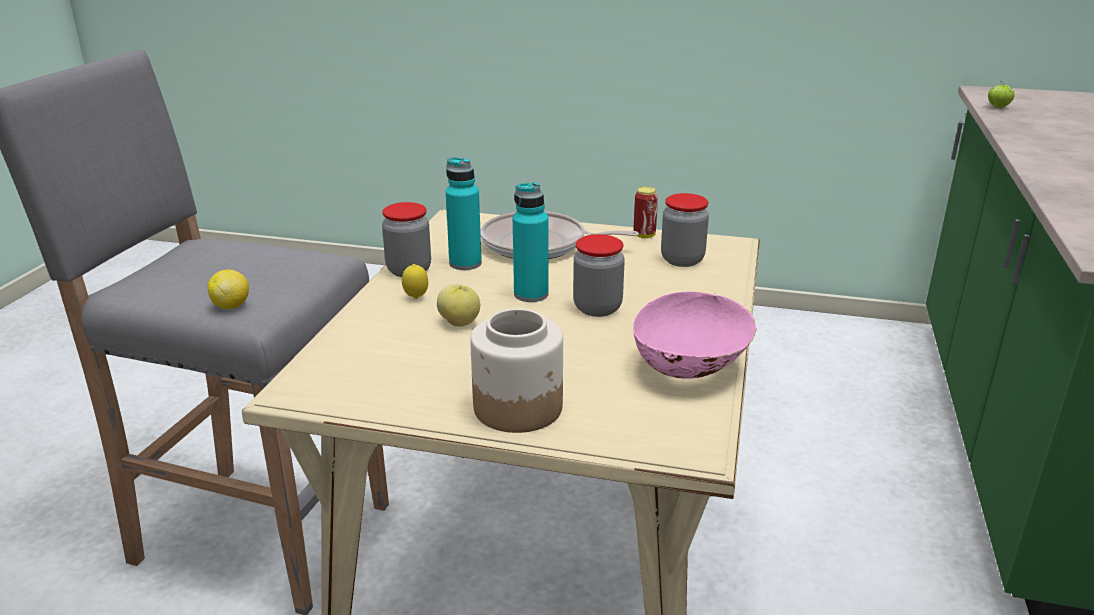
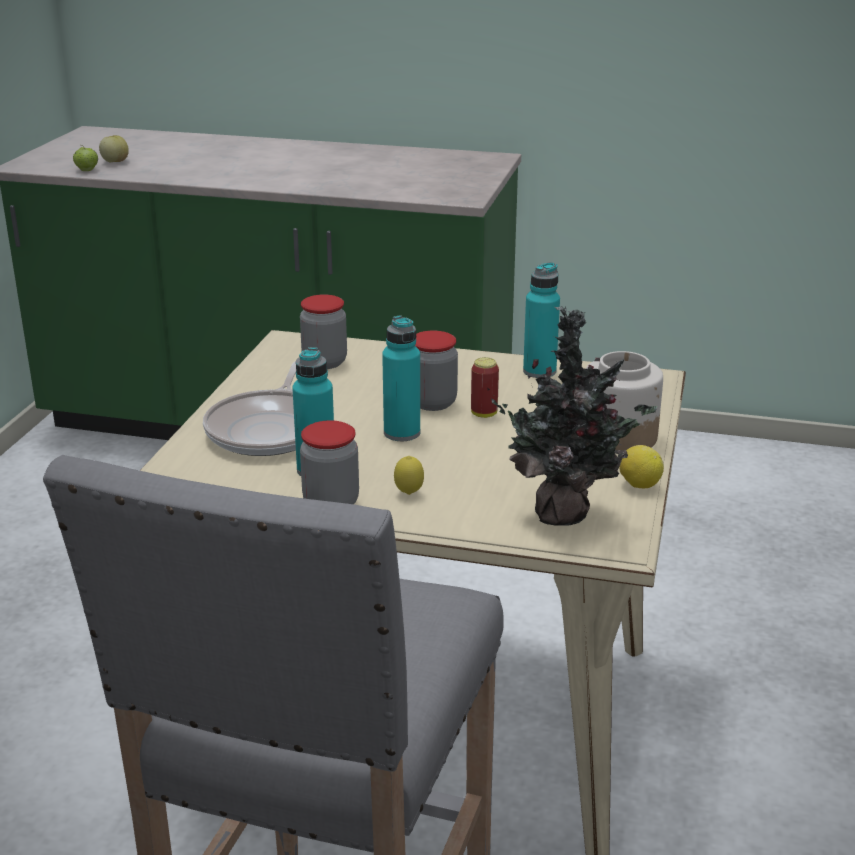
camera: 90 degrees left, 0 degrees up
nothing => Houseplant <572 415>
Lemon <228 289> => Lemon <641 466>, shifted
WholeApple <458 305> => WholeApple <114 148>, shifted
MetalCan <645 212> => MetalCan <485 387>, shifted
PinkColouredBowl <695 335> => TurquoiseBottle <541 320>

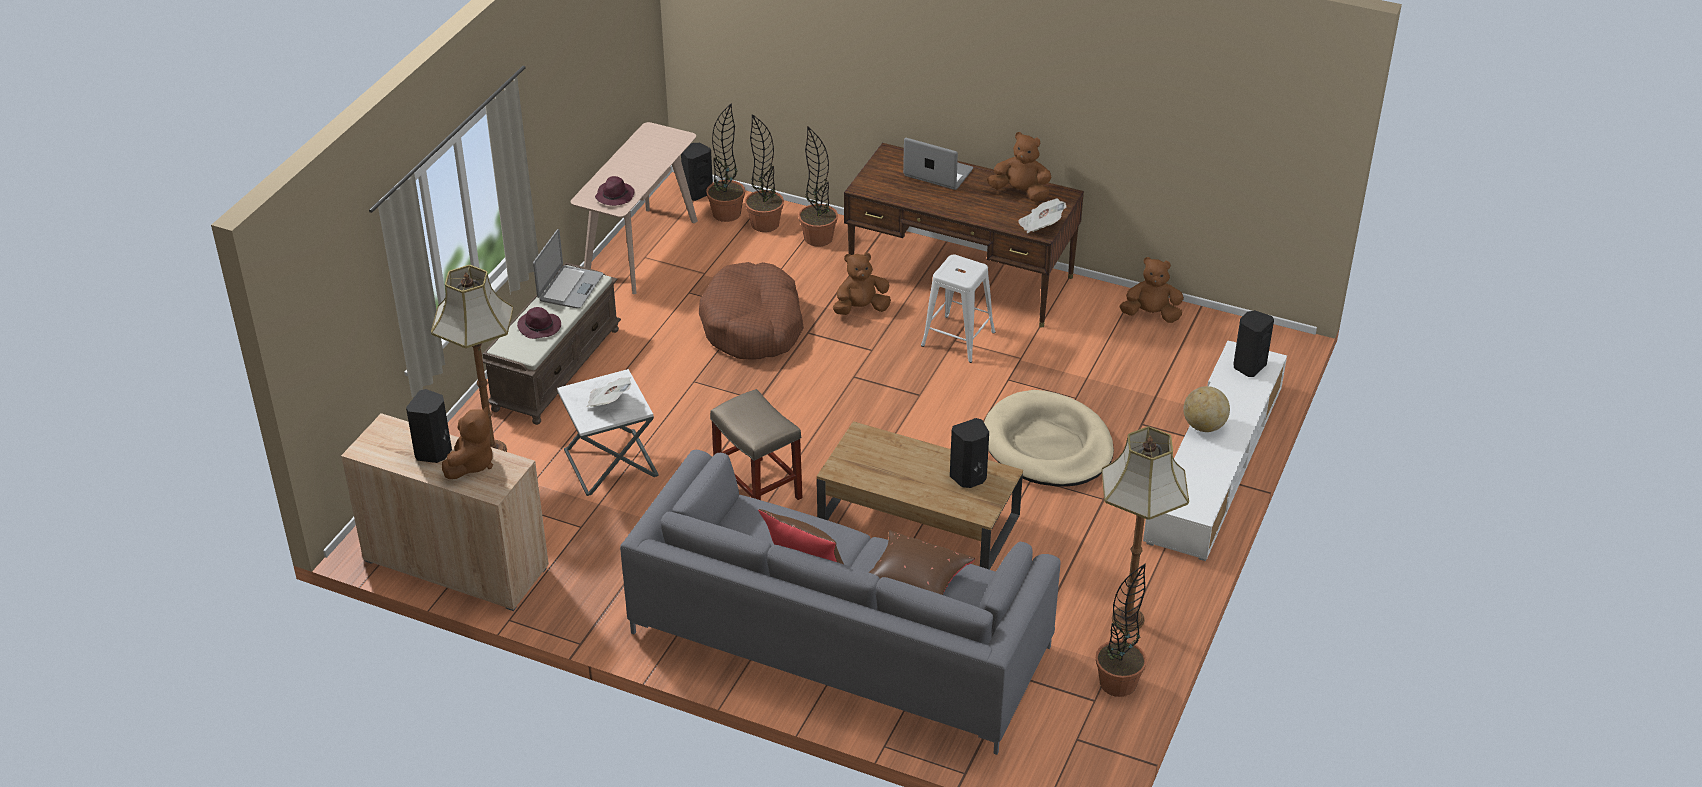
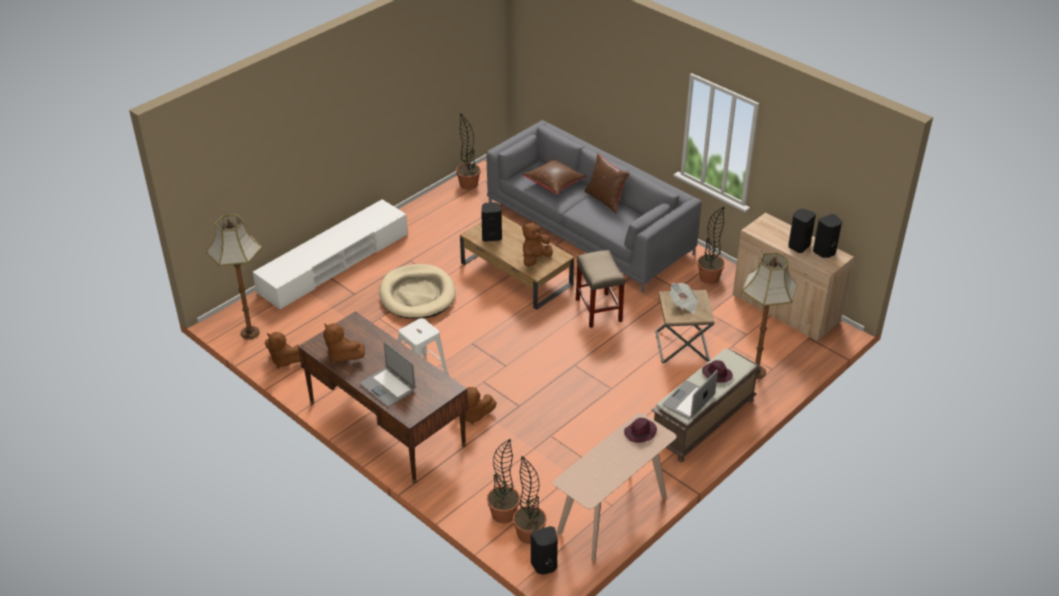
camera: 160 degrees left, 0 degrees up
BrownColouredPetBed <751 310> => nothing
PrintedPaper <1042 216> => nothing
DeskGlobe <1206 409> => nothing
BrownColouredSoftToy <467 442> => BrownColouredSoftToy <537 243>, shifted
Houseplant <818 186> => Houseplant <711 245>, shifted
StandardLamp <1145 529> => StandardLamp <234 276>, shifted
BlackLoudspeaker <1253 343> => BlackLoudspeaker <827 236>, shifted
WhiteColouredEndTable <608 432> => BrownColouredEndTable <685 326>

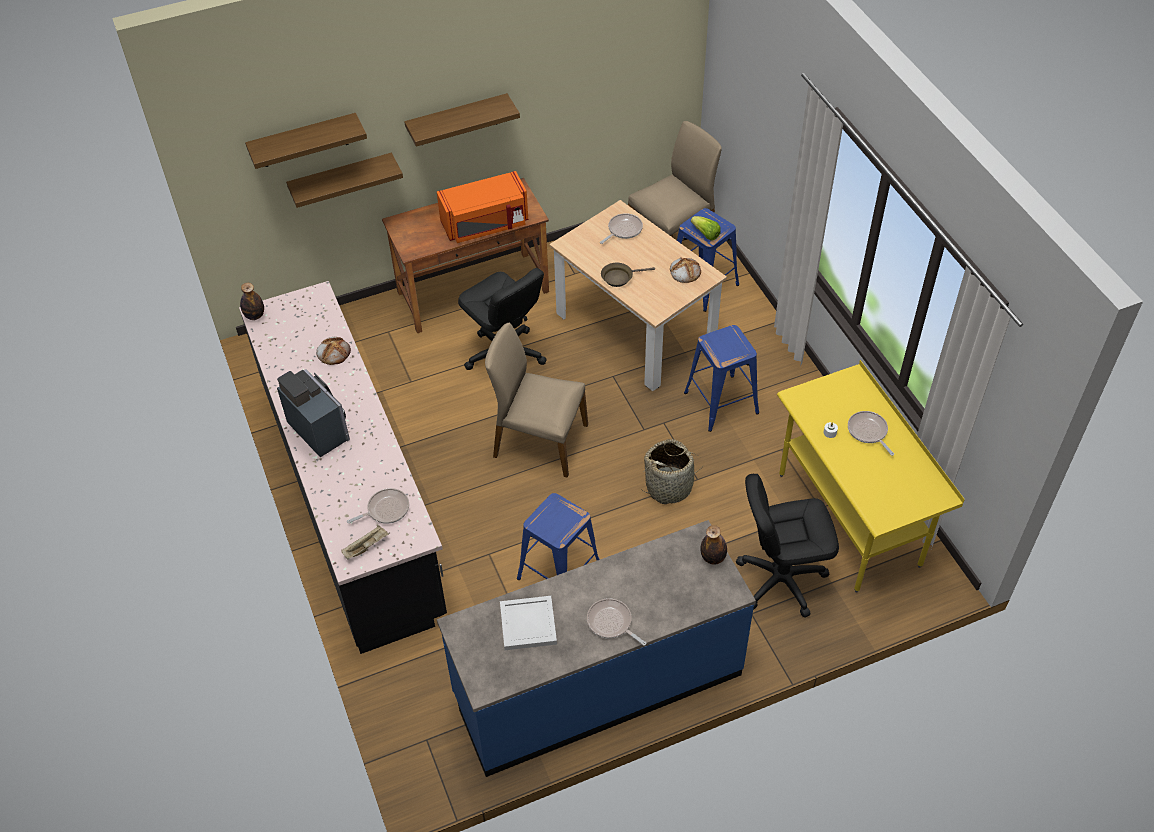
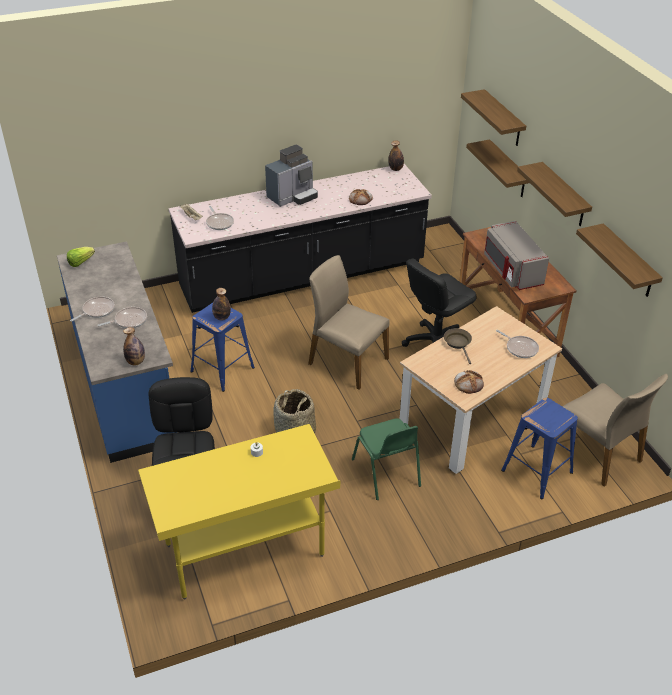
camera: 90 degrees right, 10 degrees down
WhiteColouredCarryingTray <528 623> => nothing
nothing => Bottle <221 304>
nothing => WallShelf <619 260>
HeadOfLettuce <706 228> => HeadOfLettuce <81 257>, shifted
Skillet <871 433> => Skillet <122 317>, shifted
BlueStoolSeat <721 378> => GreenColouredChair <386 459>
OrangeMicrowaveOven <482 207> => GrayMicrowaveOven <516 255>
BeigeColouredChair <536 400> => BeigeColouredChair <348 322>, 75 degrees counterclockwise

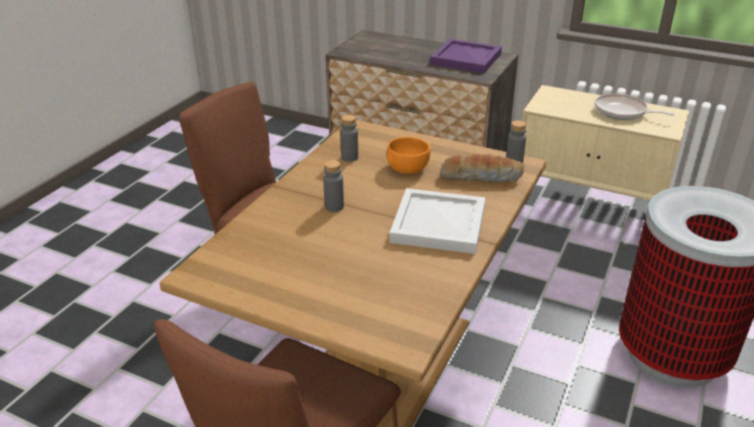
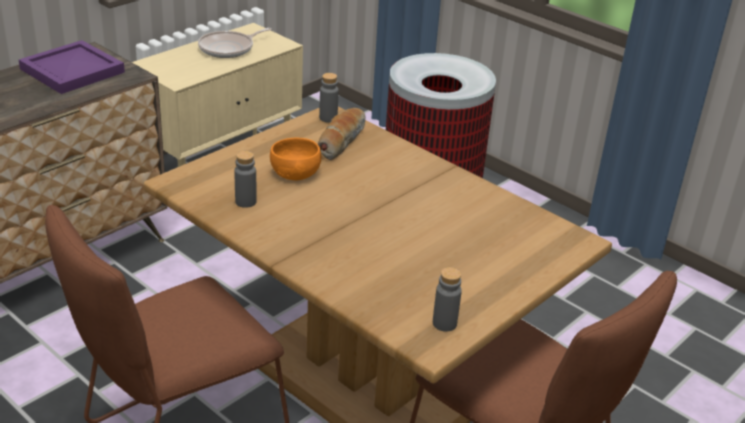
camera: 75 degrees left, 0 degrees up
WhiteColouredCarryingTray <437 221> => nothing
GrayBottle <333 186> => GrayBottle <447 299>, shifted

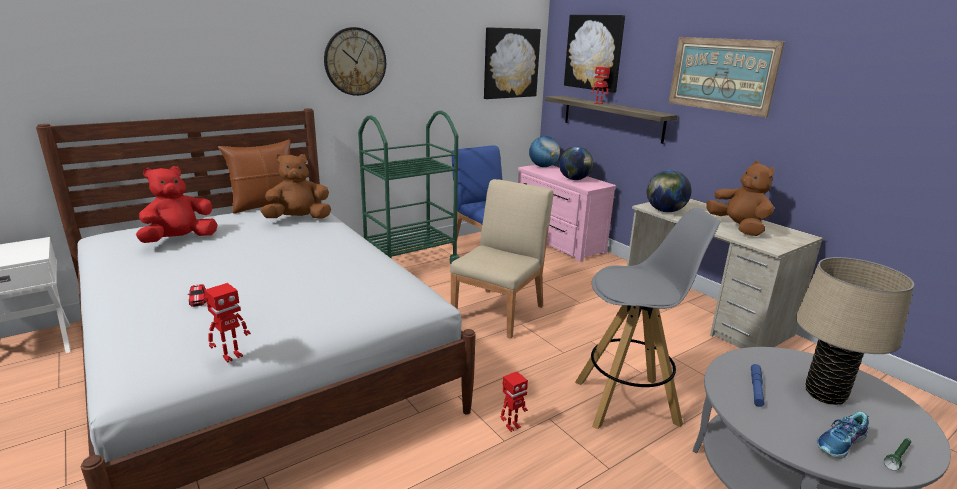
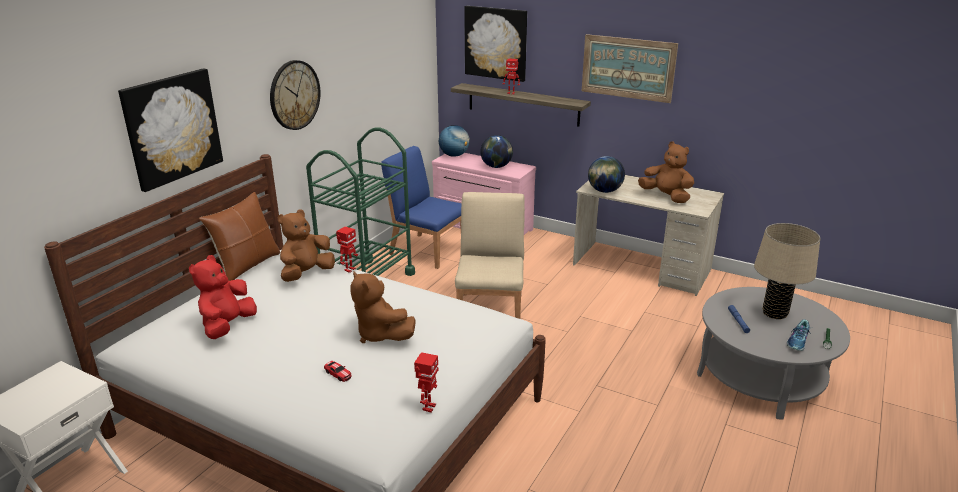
camera: 25 degrees left, 5 degrees up
GrayStoolSeat <647 318> => nothing
nothing => BrownColouredSoftToy <383 307>
Picture <512 63> => Picture <170 130>, shifted
ModelRobot <514 402> => ModelRobot <347 250>, shifted

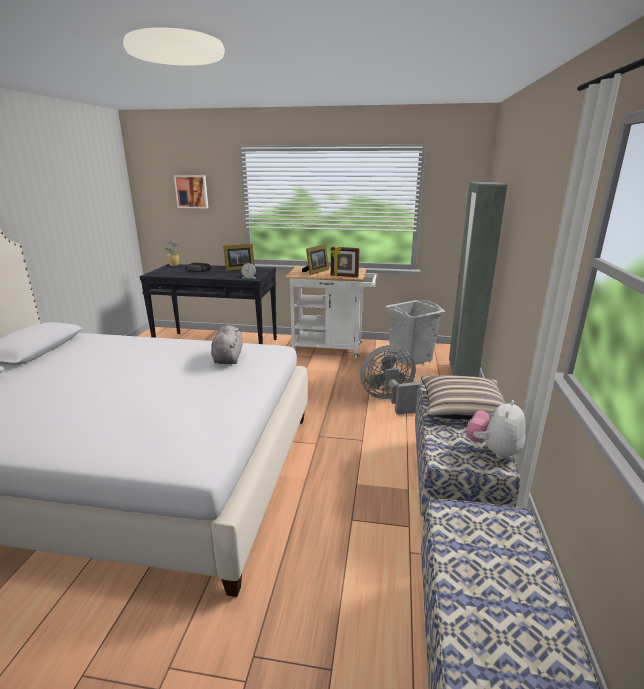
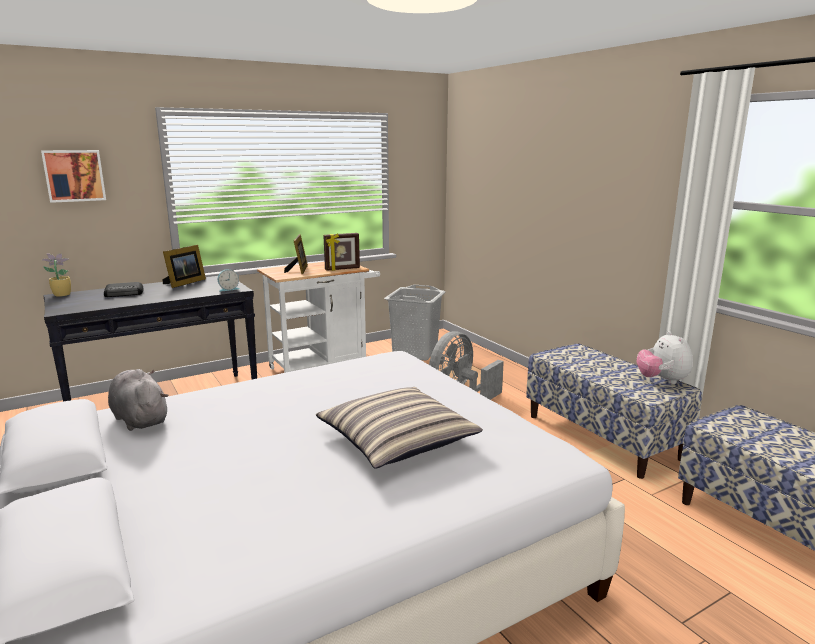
camera: 40 degrees left, 5 degrees down
GrayClothesCupboard <478 279> => nothing
GraySoftToy <226 344> => GraySoftToy <138 400>, shifted
Pillow <463 397> => Pillow <399 428>, shifted

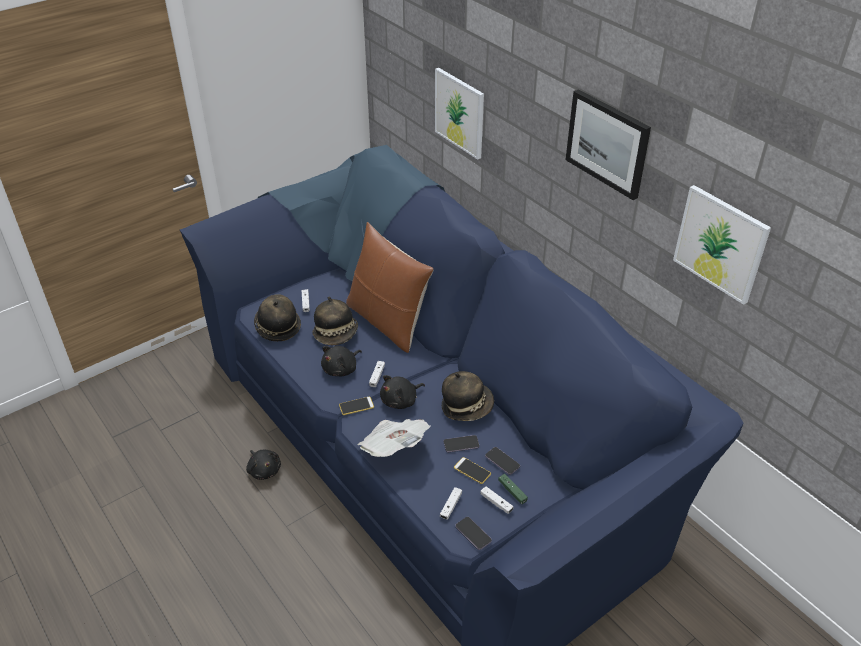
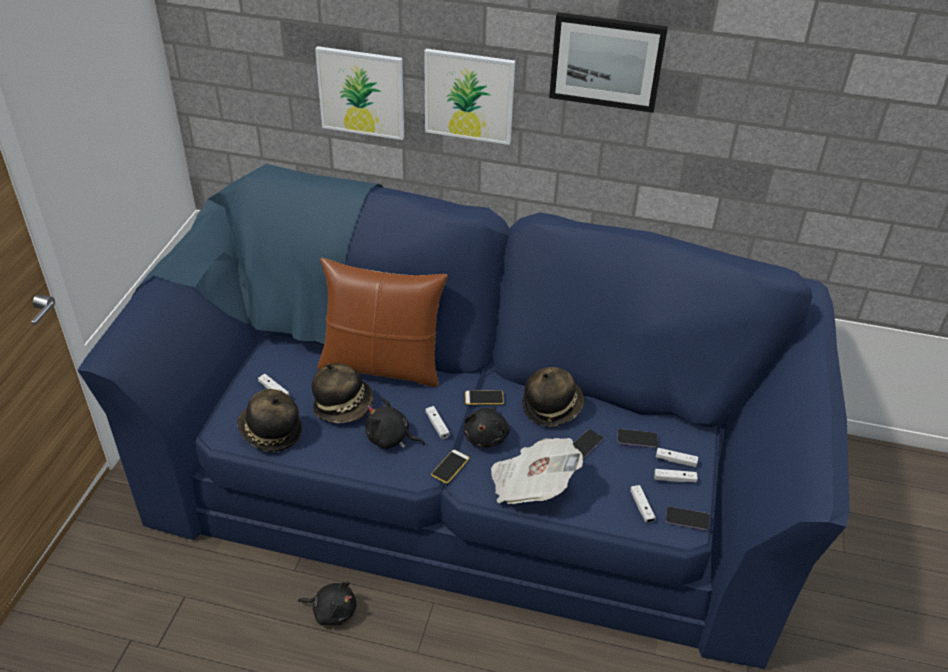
camera: 40 degrees left, 0 degrees up
Handset <472 470> => Handset <484 397>, shifted
Picture <722 245> => Picture <469 97>, shifted
GreenColouredGameController <513 489> => WhiteColouredGameController <677 457>
BlackSoftToy <341 361> => BlackSoftToy <395 423>, 105 degrees clockwise

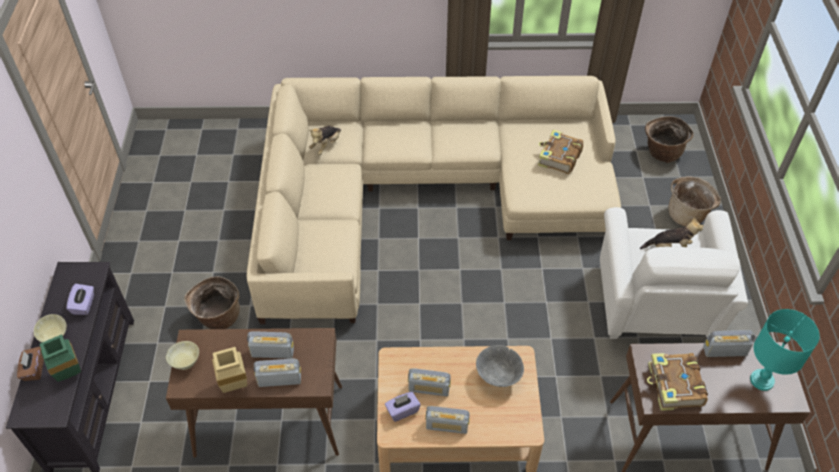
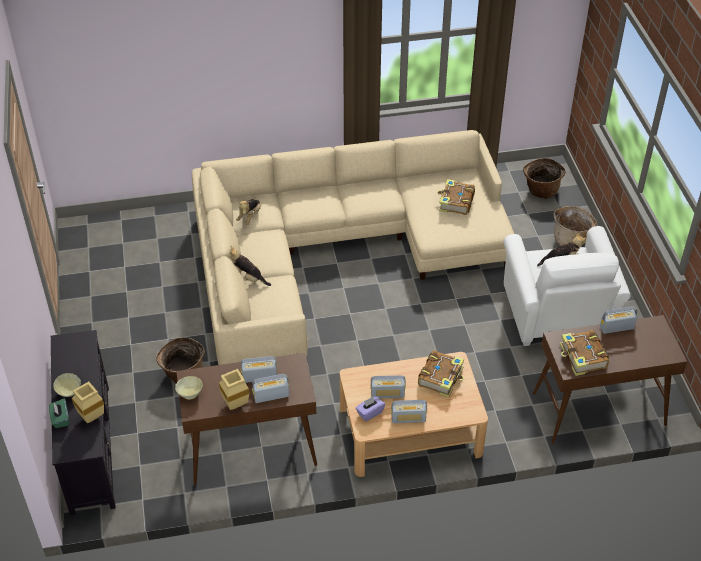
camera: 10 degrees left, 5 degrees down
PurpleColouredBoxOfTissues <80 299> => nothing
TurquoiseLampForATable <785 350> => nothing
nothing => SoftToy <250 266>
GrayBowl <500 366> => BoundBook <441 373>
BrownColouredBoxOfTissues <30 363> => GreenColouredBoxOfTissues <59 413>
GreenColouredDecorativeVase <60 358> => BeigeColouredDecorativeVase <88 402>

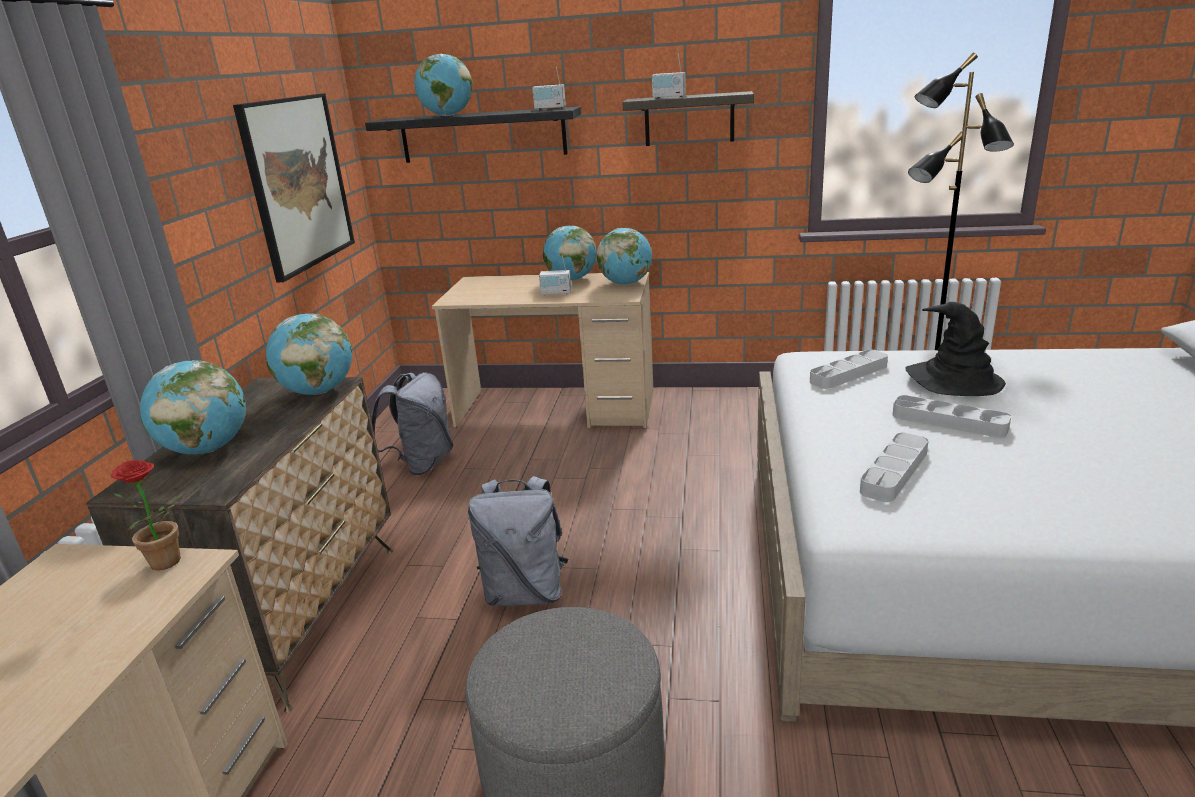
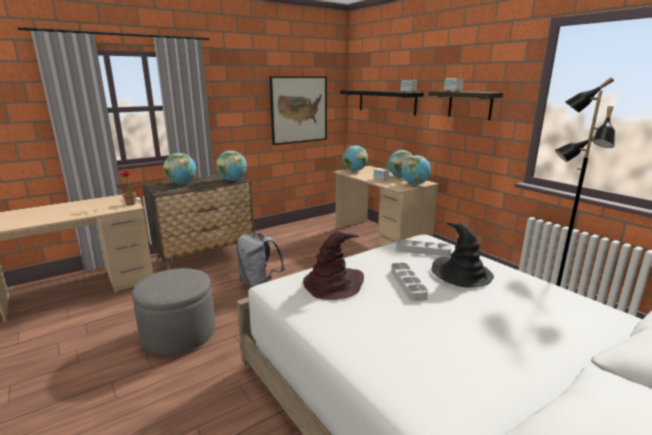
camera: 45 degrees right, 5 degrees down
GrayRucksack <412 424> => nothing
DeskGlobe <443 85> => DeskGlobe <355 158>, shifted
GrayCarryingTray <894 467> => BrownColouredWearableHat <333 265>

